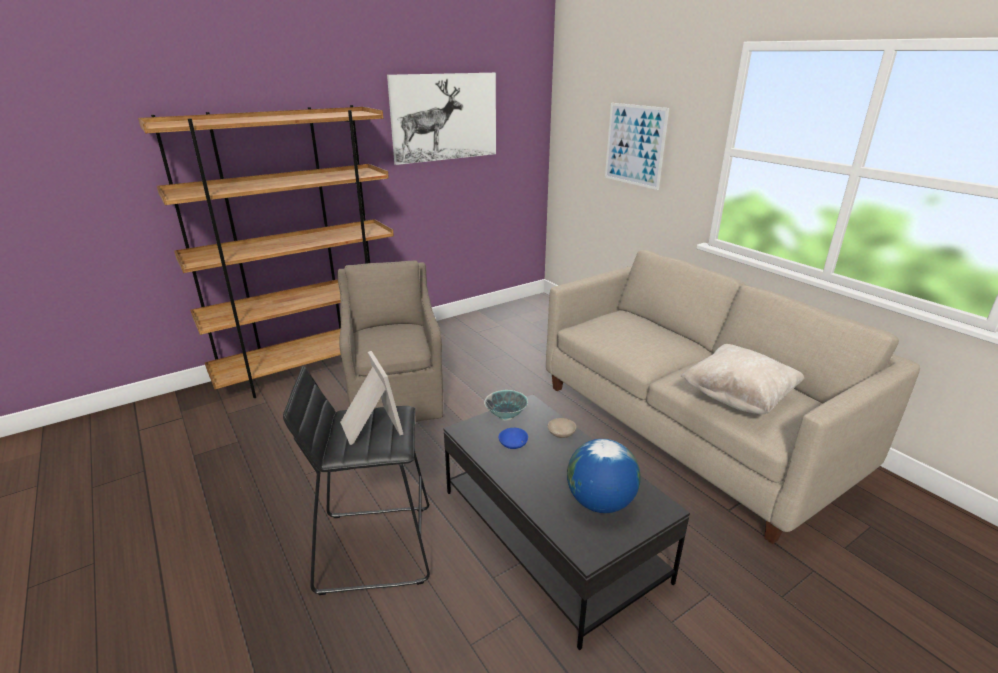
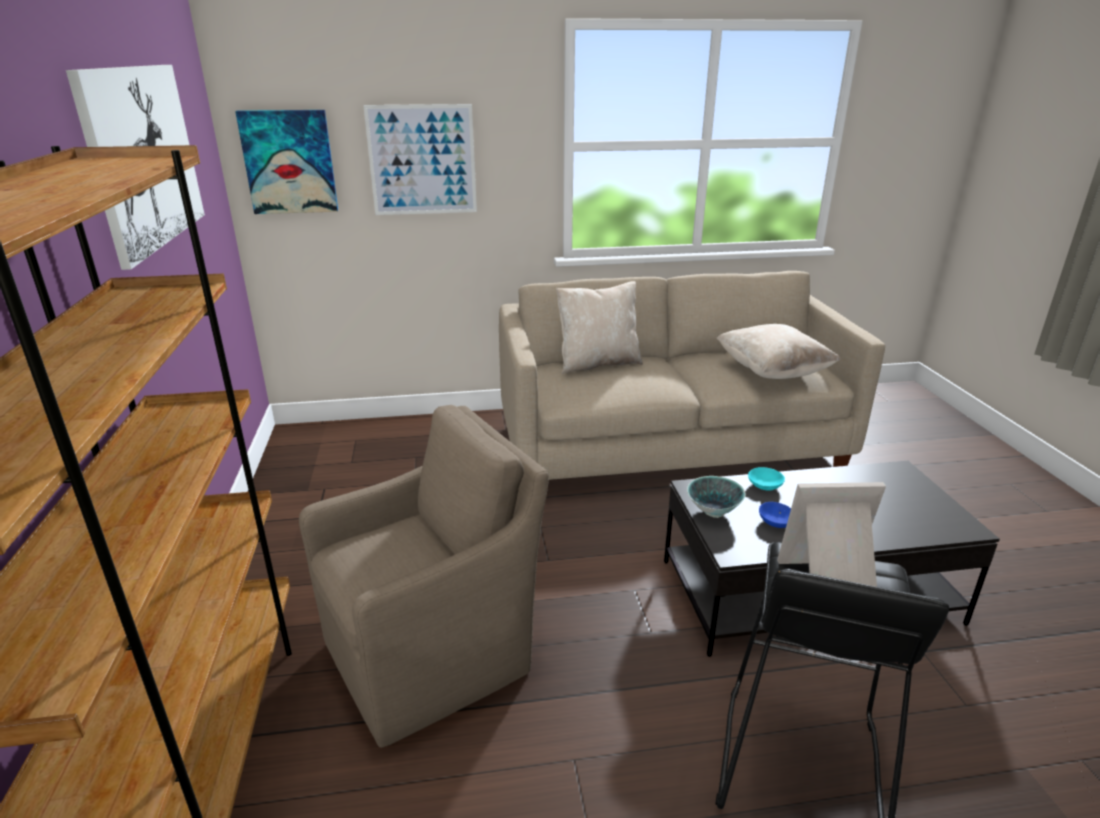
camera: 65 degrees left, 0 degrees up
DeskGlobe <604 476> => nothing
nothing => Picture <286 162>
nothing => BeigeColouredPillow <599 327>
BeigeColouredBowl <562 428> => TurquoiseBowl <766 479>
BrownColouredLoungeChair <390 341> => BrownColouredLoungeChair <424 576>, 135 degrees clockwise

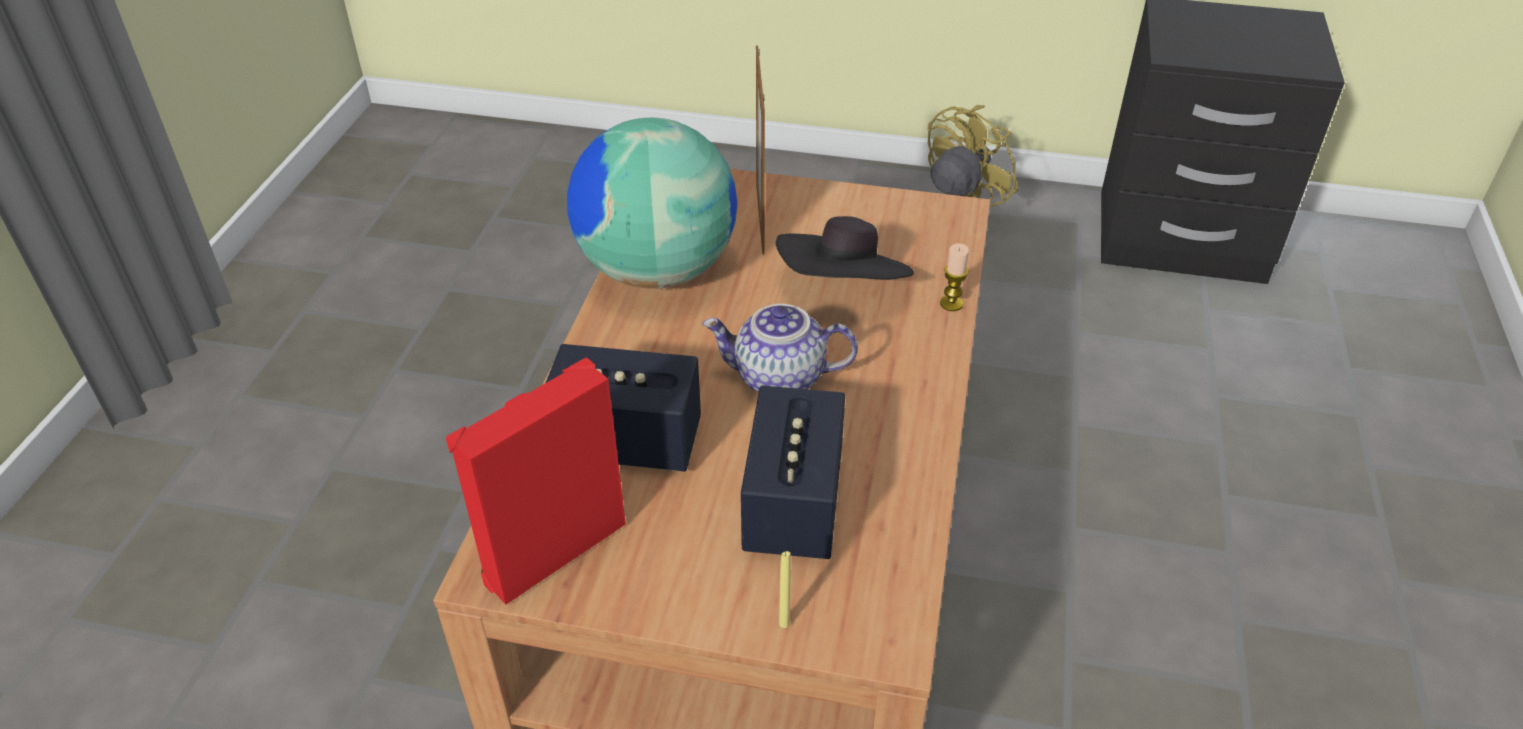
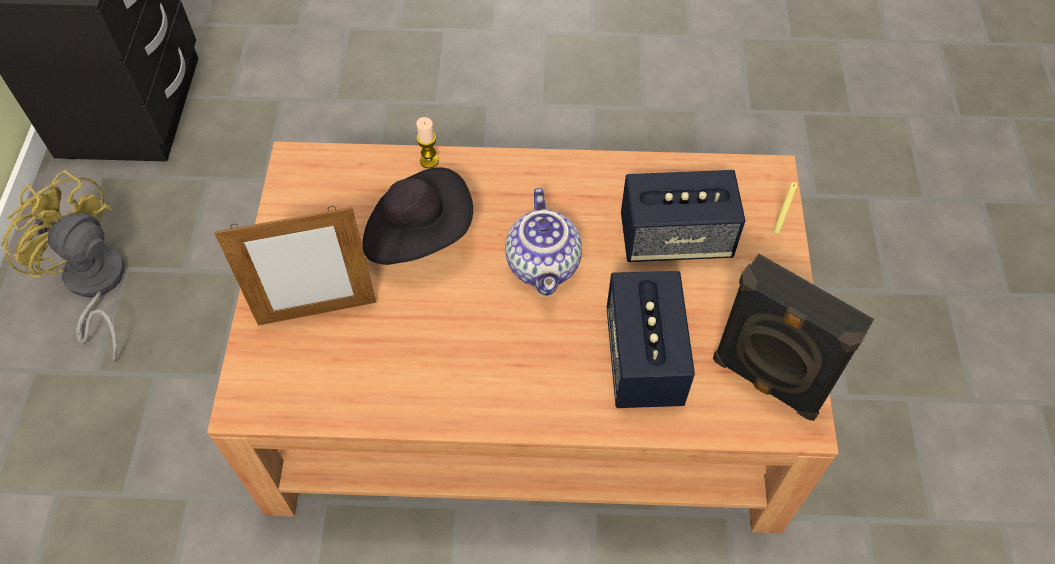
camera: 100 degrees left, 15 degrees up
DeskGlobe <652 203> => nothing
ReddishLoudspeaker <536 481> => BlackLoudspeaker <793 337>

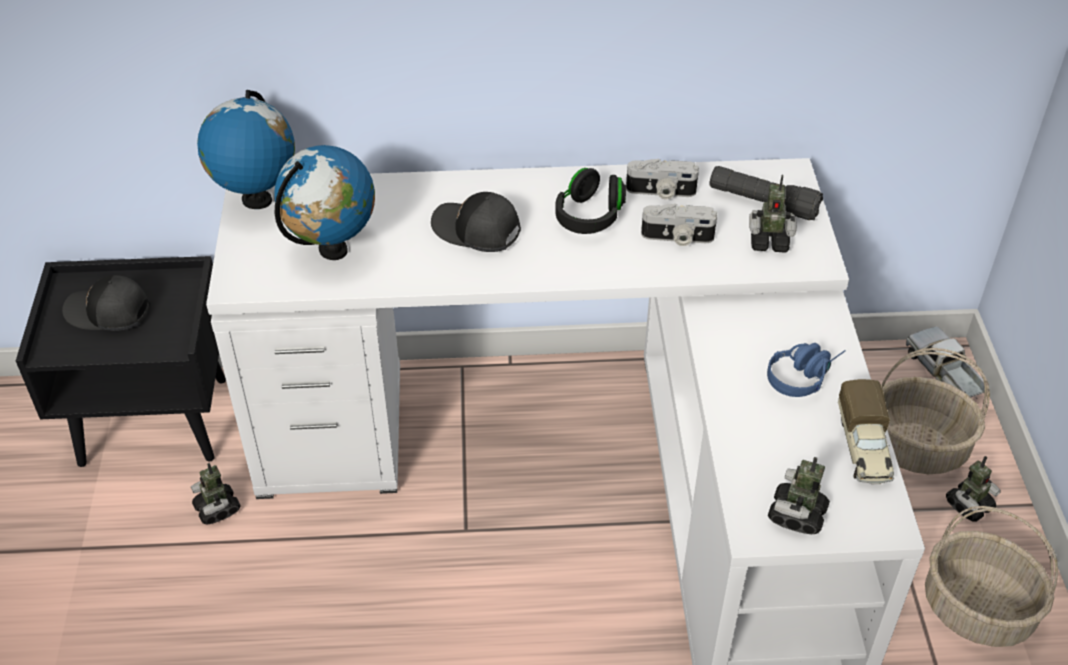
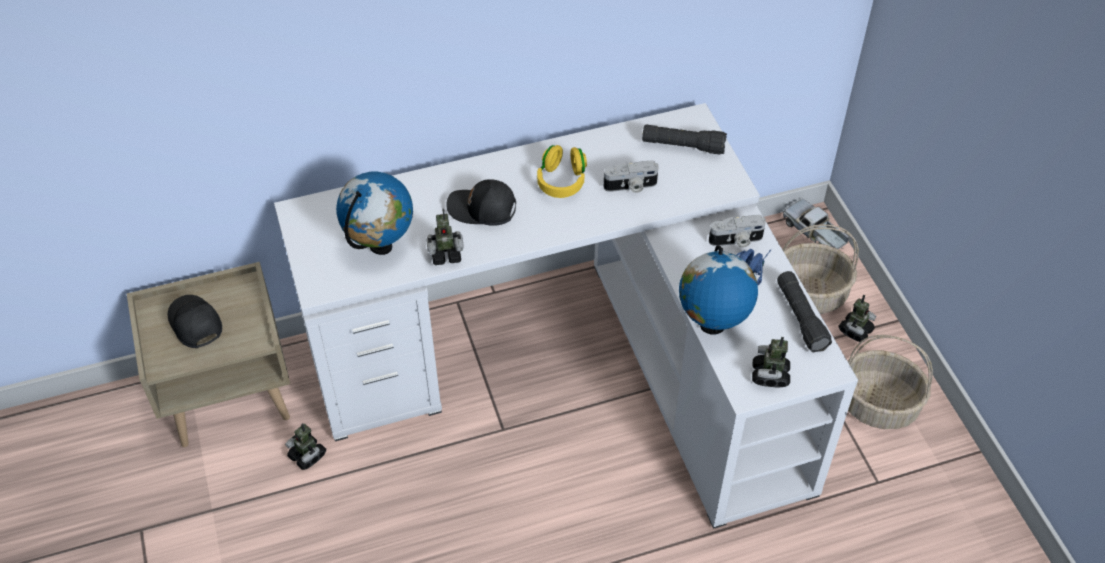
camera: 15 degrees left, 5 degrees up
DeskGlobe <246 149> => DeskGlobe <718 289>, shifted
StillCamera <662 179> => StillCamera <737 231>, shifted
ModelRobot <773 214> => ModelRobot <445 237>, shifted
ToyTruck <866 431> => BlackHandTorch <804 311>
BlackNightstand <121 361> => BeigeColouredNightstand <208 354>
BlackHeadphones <590 201> => YellowHeadphones <562 171>
BlackCap <106 303> => BlackCap <195 321>, 60 degrees clockwise

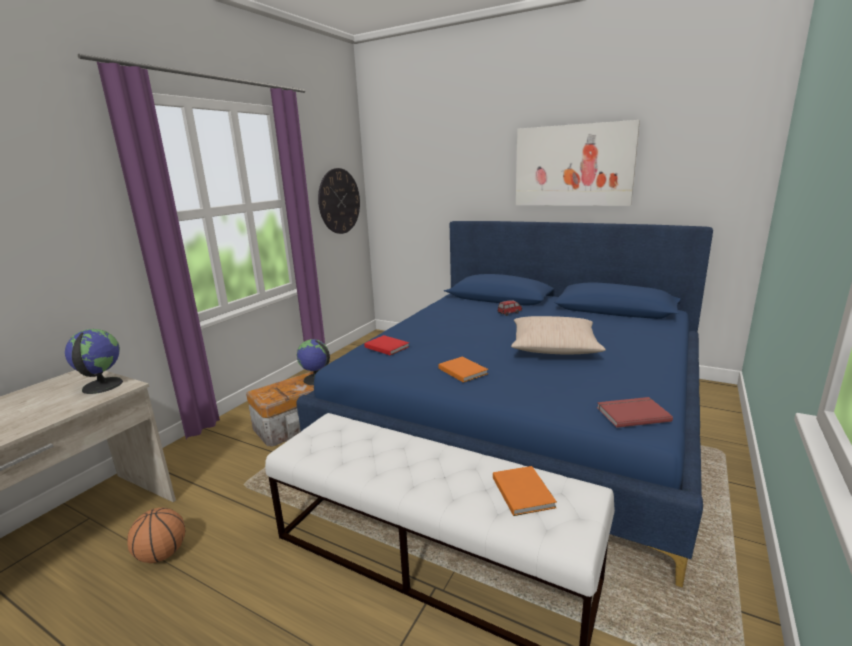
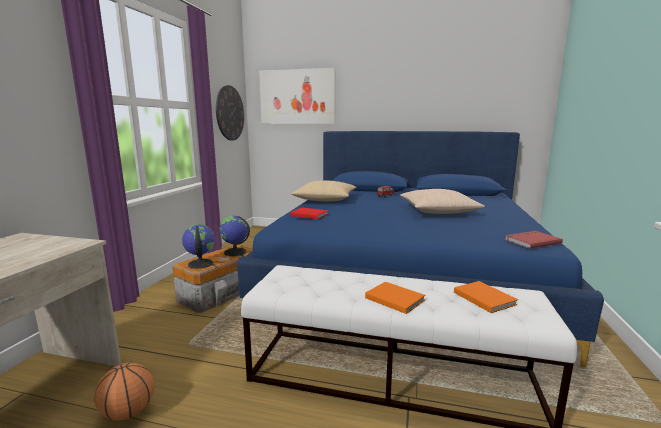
camera: 15 degrees left, 5 degrees down
nothing => BeigeColouredPillow <324 190>
DeskGlobe <94 361> => DeskGlobe <198 246>, shifted
OrangeBoundBook <463 369> => OrangeBoundBook <395 298>, shifted
Picture <578 163> => Picture <297 96>, shifted

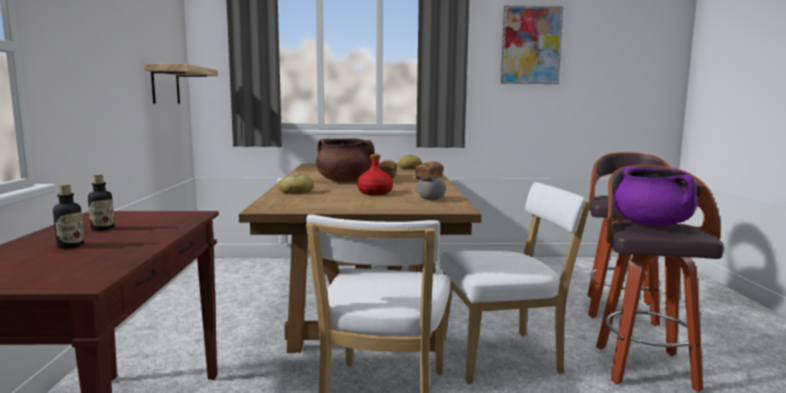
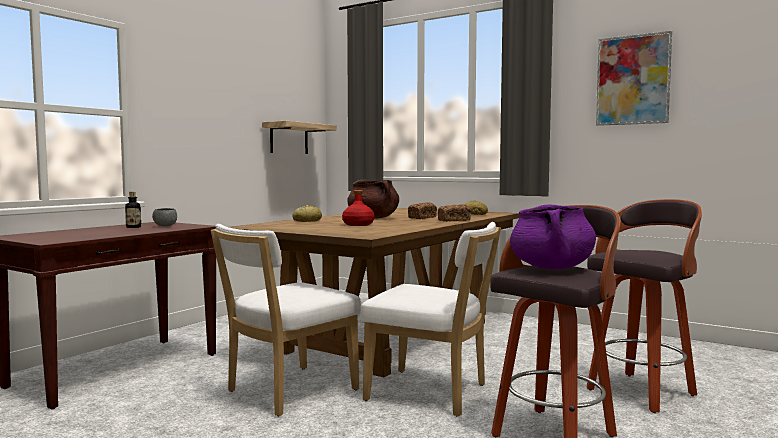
camera: 35 degrees right, 5 degrees down
Bottle <68 216> => nothing
GrayBowl <431 189> => GrayBowl <164 217>, shifted

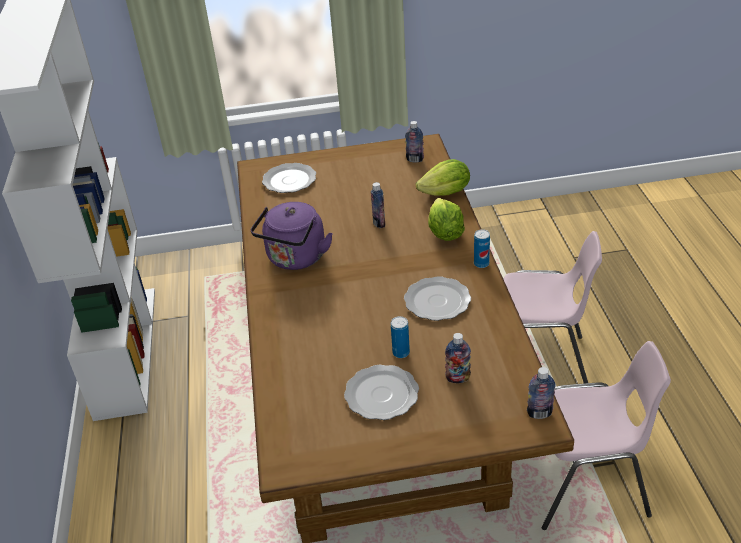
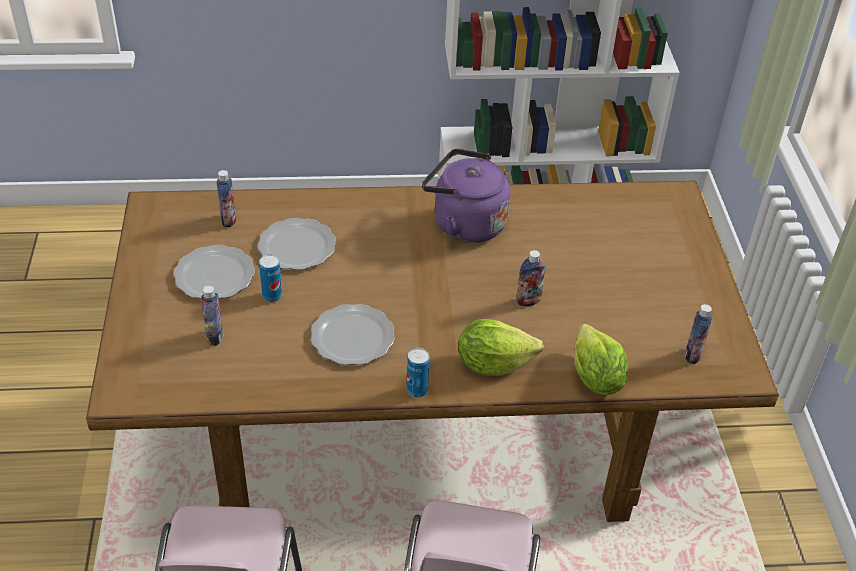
camera: 90 degrees right, 5 degrees up
FlatDish <289 178> => FlatDish <297 244>, shifted
Bottle <541 393> => Bottle <226 198>, shifted

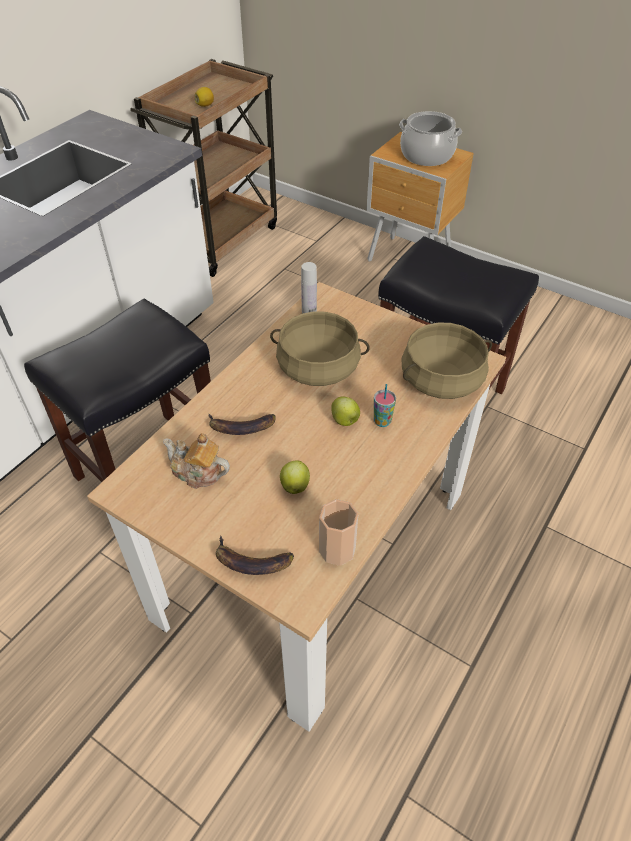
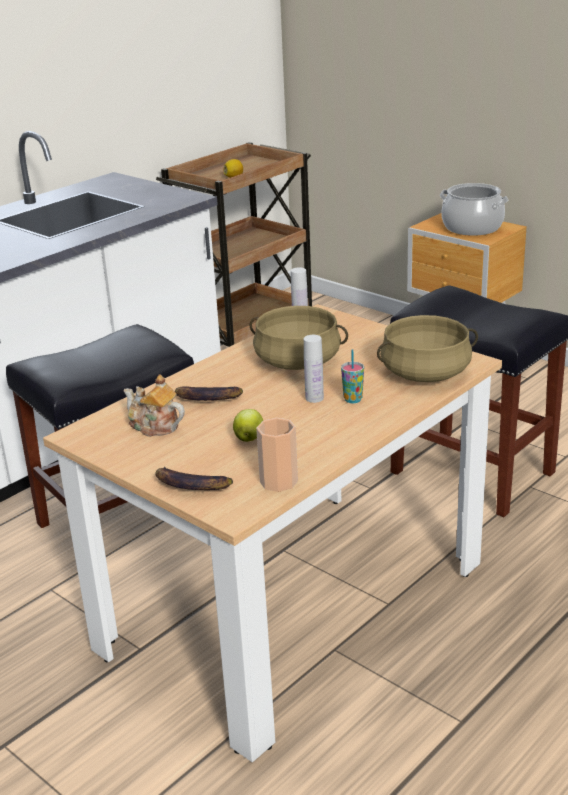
camera: 10 degrees right, 20 degrees down
WholeApple <345 411> => WhiteColouredBottle <314 369>

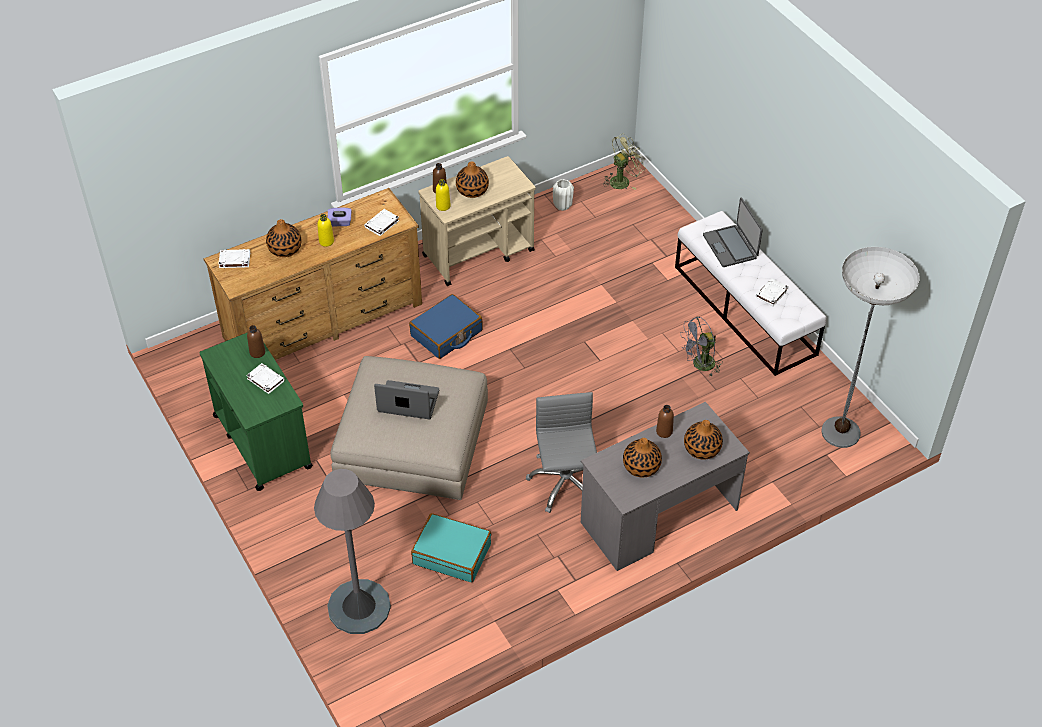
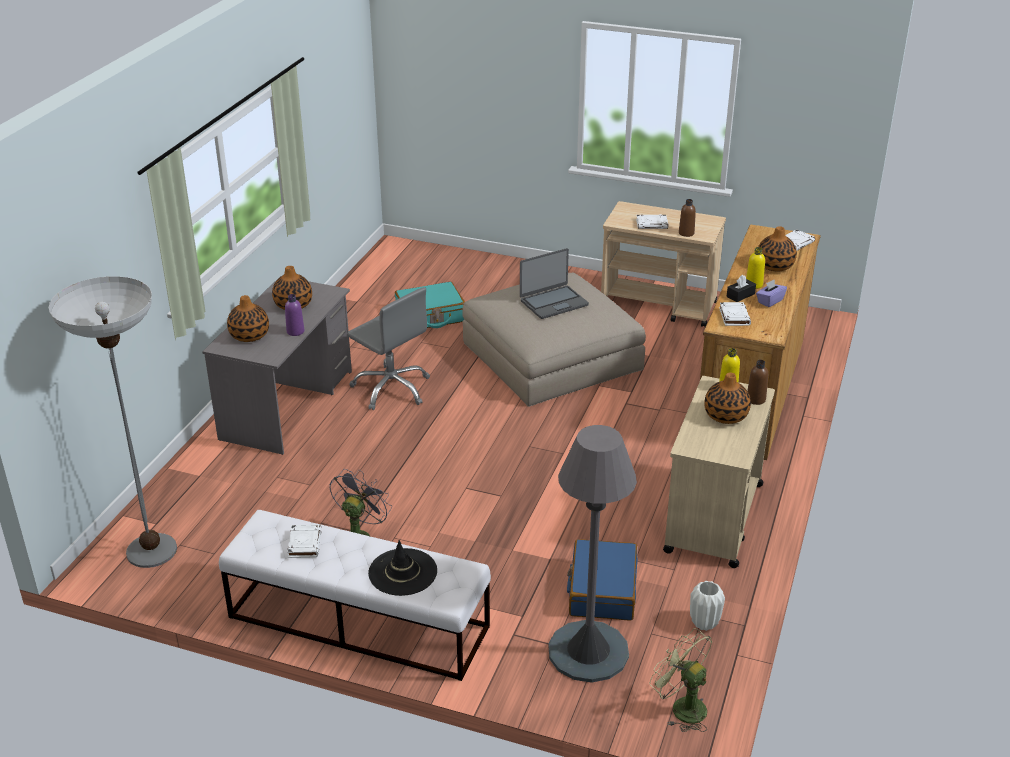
camera: 140 degrees right, 15 degrees down
nothing => BlackBoxOfTissues <741 288>
GrayStandardLamp <352 551> => GrayStandardLamp <592 554>, shifted
BluePieceOfLuggage <446 326> => BluePieceOfLuggage <602 580>, shifted
PortableComputer <733 232> => BlackWearableHat <402 568>
GreenColouredWheeledCart <256 411> => BeigeColouredWheeledCart <663 264>
BrownColouredBottle <665 421> => PurpleColouredBottle <294 315>
GreenColouredElectricFan <624 162> => GreenColouredElectricFan <680 680>, 120 degrees clockwise

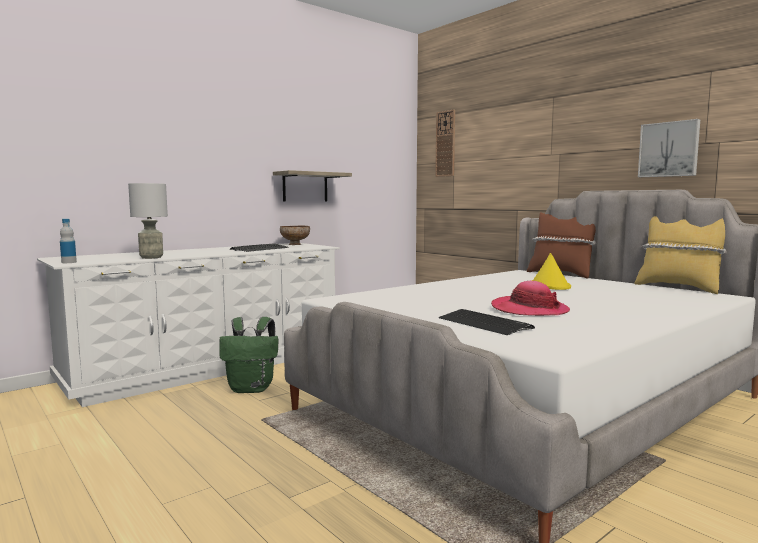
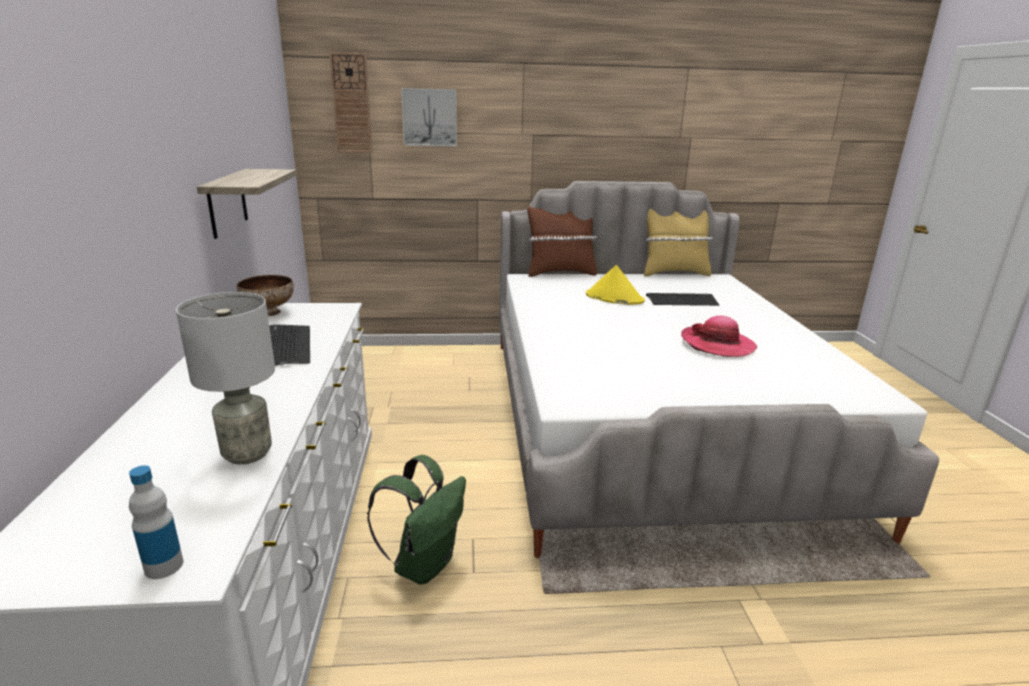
camera: 55 degrees left, 15 degrees up
PcKeyboard <487 322> => PcKeyboard <682 299>, shifted
Picture <669 148> => Picture <429 117>, shifted

